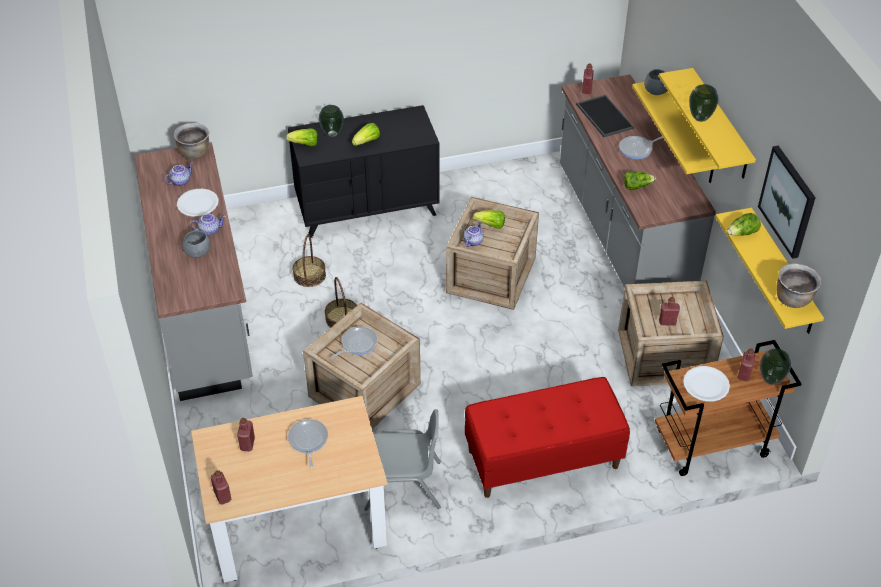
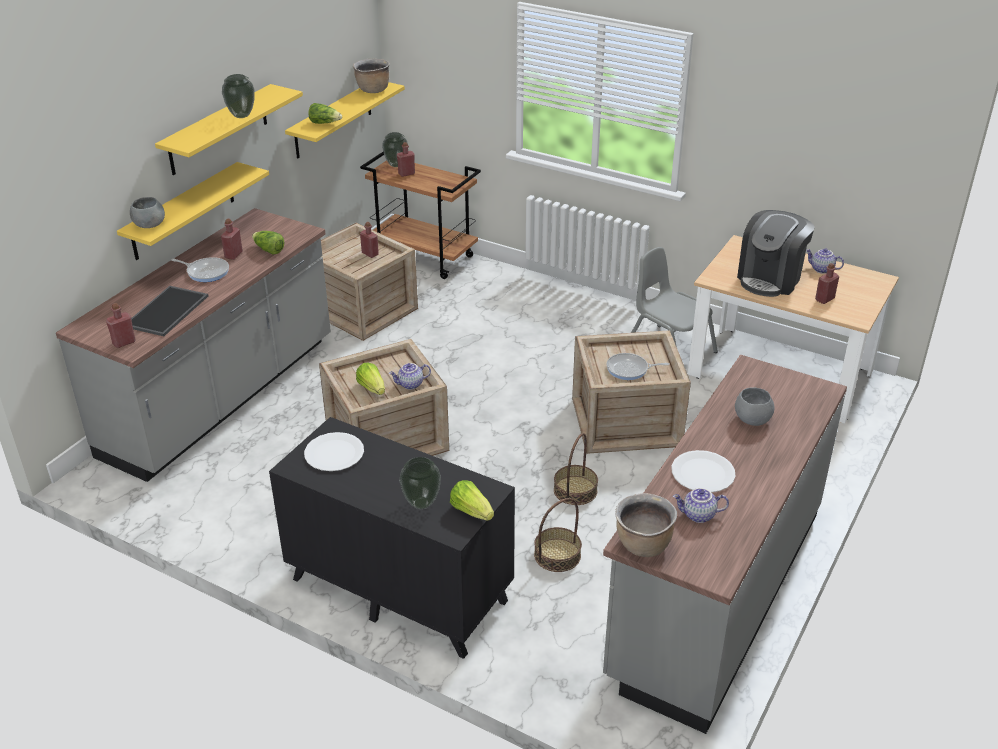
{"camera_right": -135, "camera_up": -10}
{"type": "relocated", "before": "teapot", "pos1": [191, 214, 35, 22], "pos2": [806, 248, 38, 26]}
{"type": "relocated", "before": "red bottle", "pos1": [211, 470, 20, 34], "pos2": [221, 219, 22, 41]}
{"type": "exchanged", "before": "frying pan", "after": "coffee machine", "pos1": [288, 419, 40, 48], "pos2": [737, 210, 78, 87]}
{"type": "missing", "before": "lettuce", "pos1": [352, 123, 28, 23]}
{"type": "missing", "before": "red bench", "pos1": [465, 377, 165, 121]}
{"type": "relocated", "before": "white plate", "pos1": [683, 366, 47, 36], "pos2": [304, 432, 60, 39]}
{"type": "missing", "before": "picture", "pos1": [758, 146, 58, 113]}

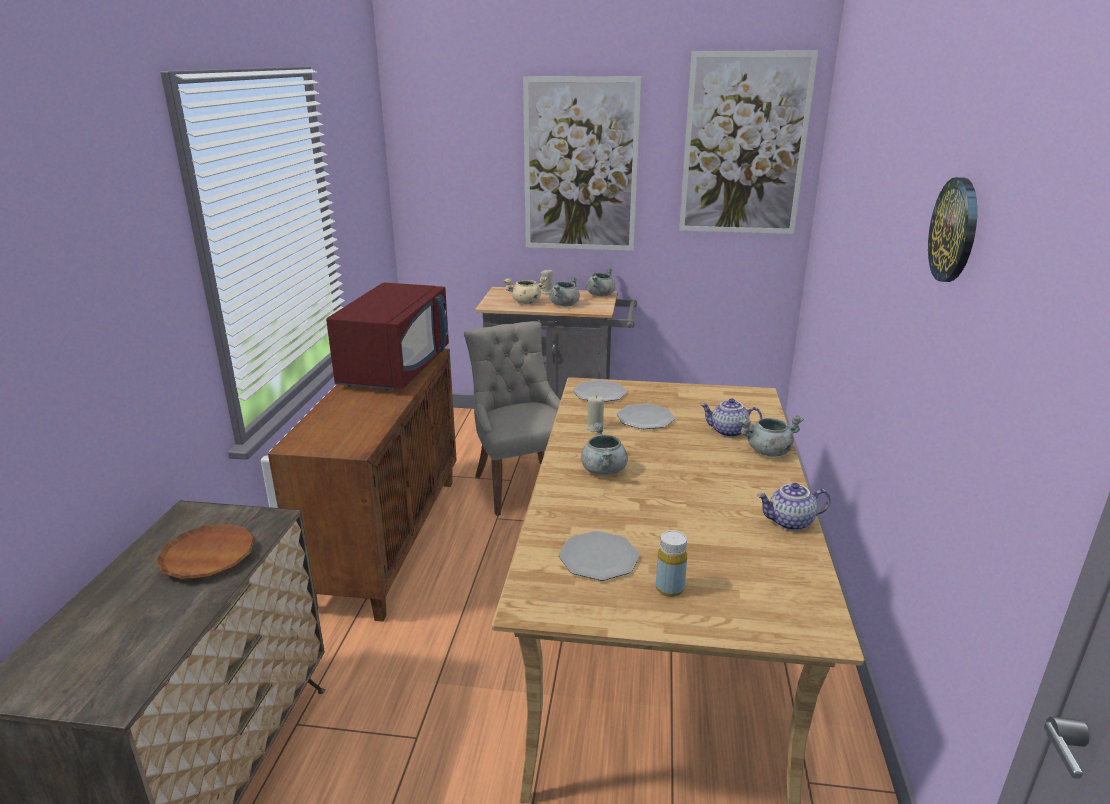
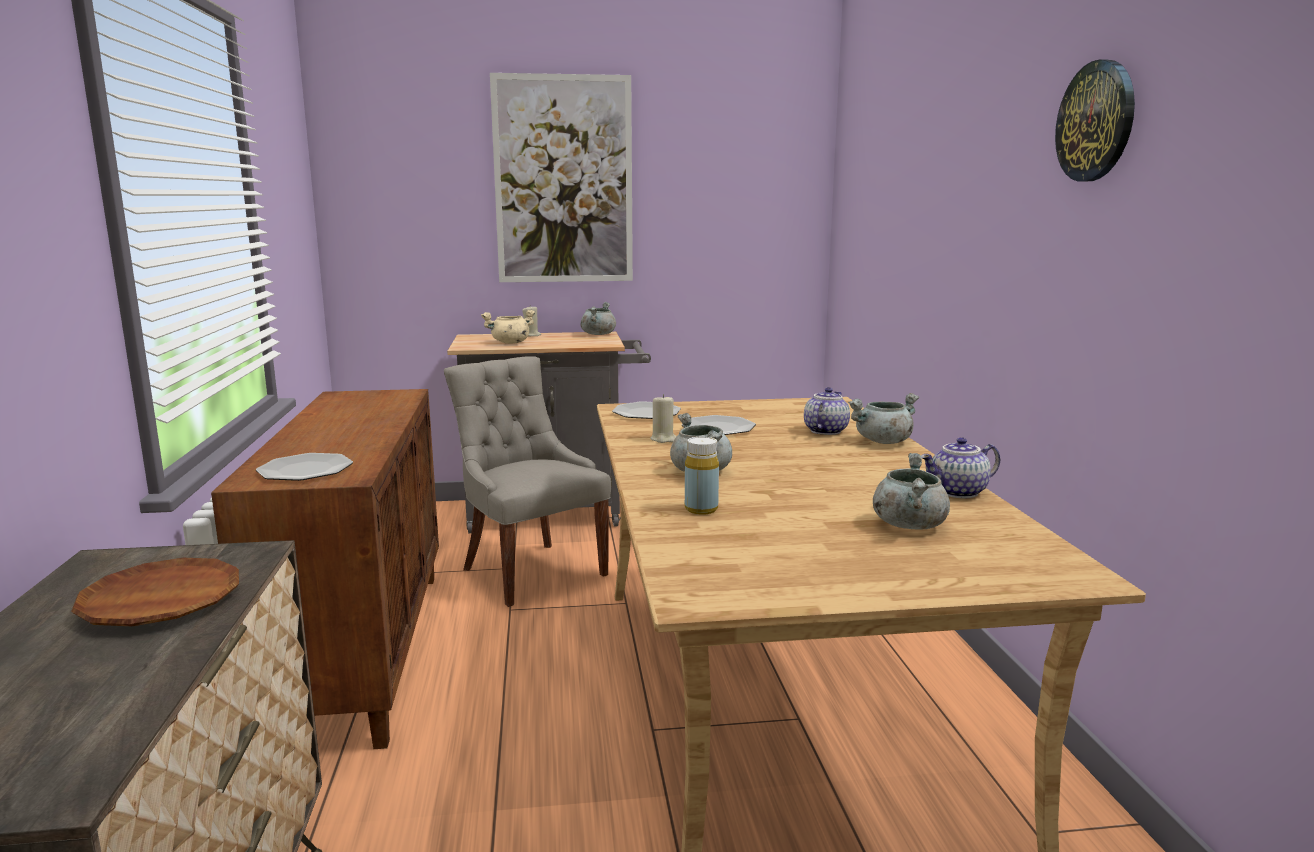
{"camera_right": -15, "camera_up": -10}
{"type": "missing", "before": "red microwave", "pos1": [326, 283, 123, 107]}
{"type": "relocated", "before": "grey cooking pot", "pos1": [549, 276, 31, 30], "pos2": [873, 453, 77, 77]}
{"type": "relocated", "before": "plate", "pos1": [559, 531, 81, 50], "pos2": [256, 453, 97, 28]}
{"type": "relocated", "before": "yellow bottle", "pos1": [656, 530, 31, 67], "pos2": [685, 437, 34, 78]}
{"type": "missing", "before": "picture", "pos1": [679, 51, 139, 183]}
{"type": "spun", "before": "teapot", "pos1": [700, 398, 62, 39], "pos2": [804, 387, 46, 48], "turn": 120}

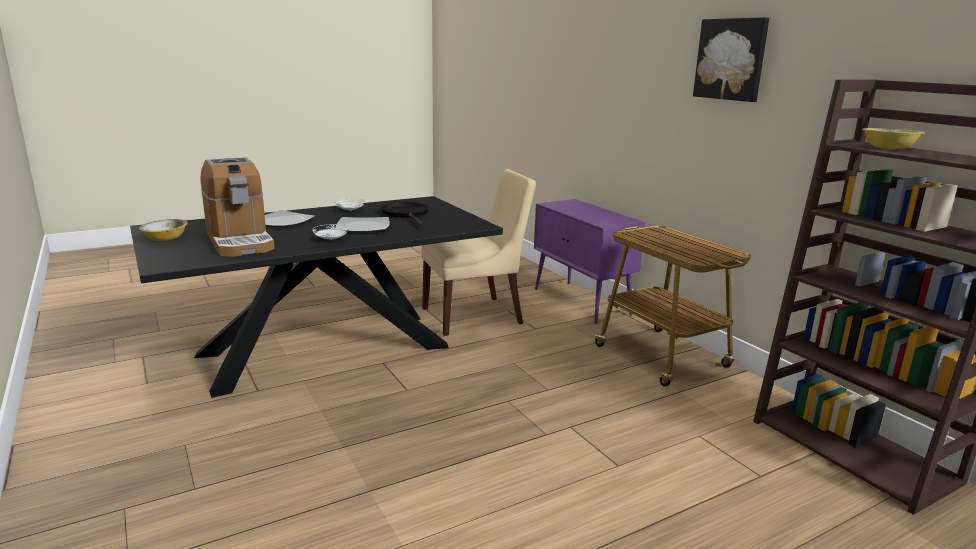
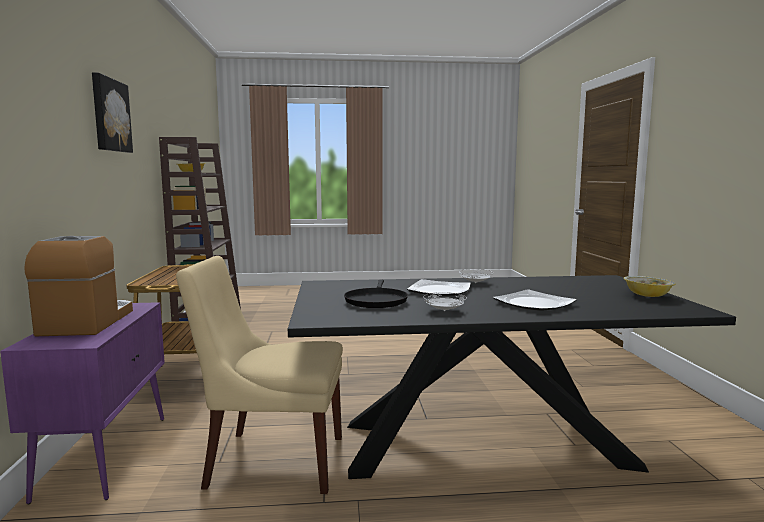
{"camera_right": -155, "camera_up": -10}
{"type": "relocated", "before": "coffee machine", "pos1": [201, 157, 74, 100], "pos2": [24, 236, 109, 100]}

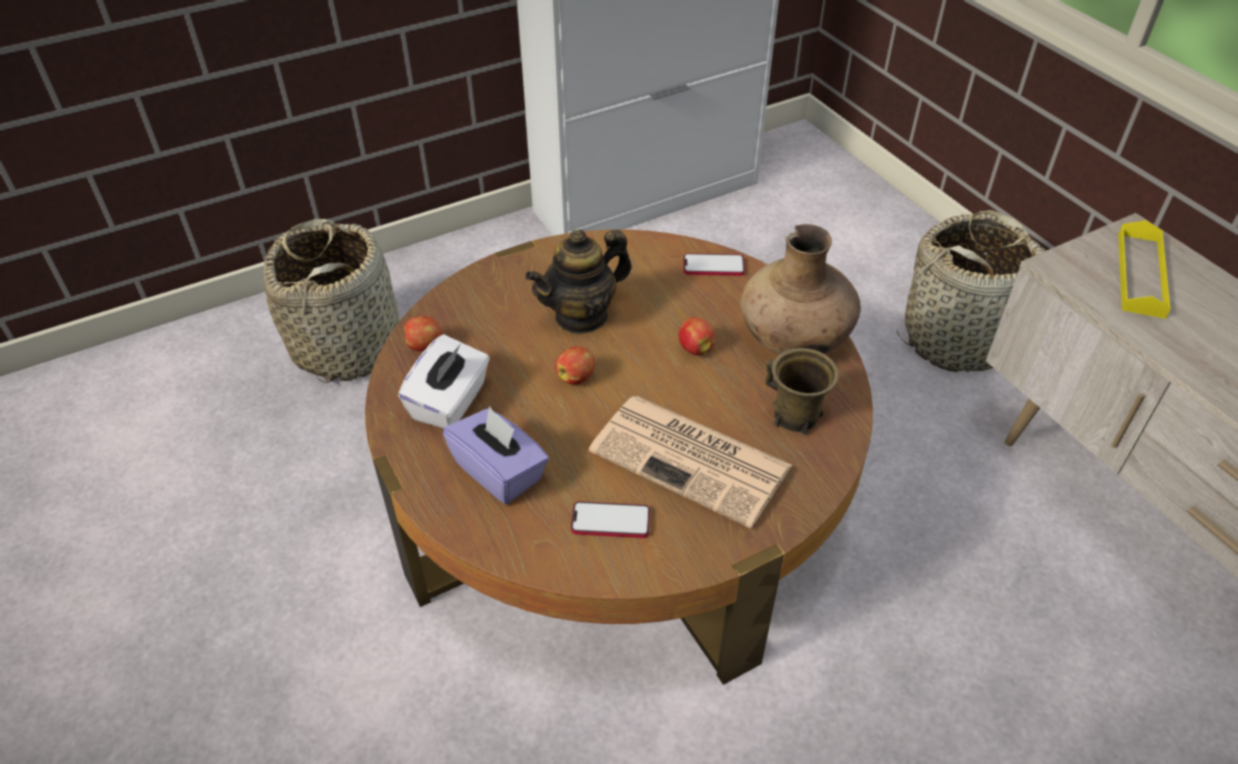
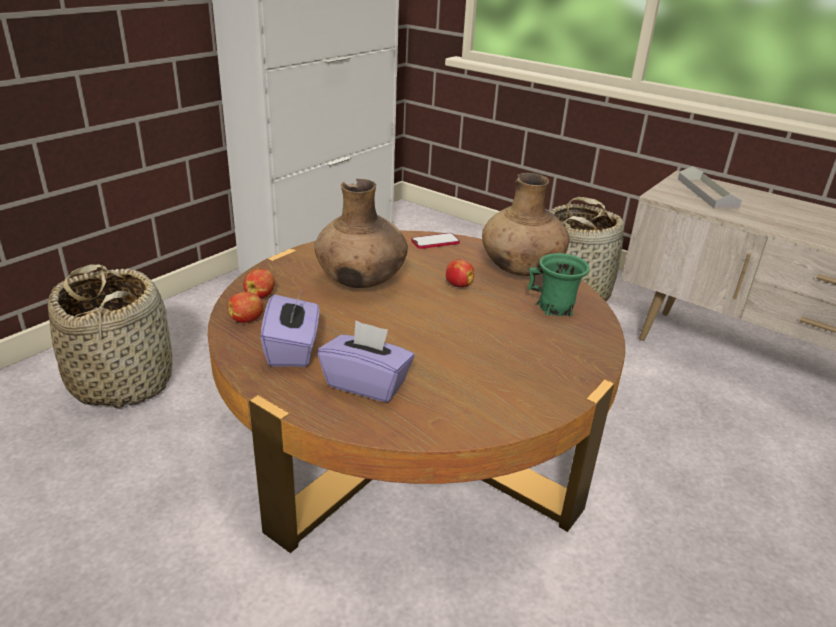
{"camera_right": -25, "camera_up": -15}
{"type": "colour", "before": "white tissue box", "after": "purple tissue box", "pos1": [398, 334, 92, 95], "pos2": [261, 292, 58, 75]}
{"type": "exchanged", "before": "teapot", "after": "brown vase", "pos1": [525, 229, 107, 105], "pos2": [314, 179, 94, 109]}
{"type": "relocated", "before": "apple", "pos1": [555, 346, 40, 39], "pos2": [243, 269, 32, 29]}
{"type": "missing", "before": "phone", "pos1": [571, 501, 79, 37]}
{"type": "missing", "before": "newspaper", "pos1": [589, 396, 203, 132]}
{"type": "colour", "before": "brown mug", "after": "green mug", "pos1": [765, 348, 74, 87], "pos2": [528, 253, 62, 63]}
{"type": "colour", "before": "yellow tray", "after": "grey tray", "pos1": [1118, 220, 53, 99], "pos2": [678, 166, 64, 43]}

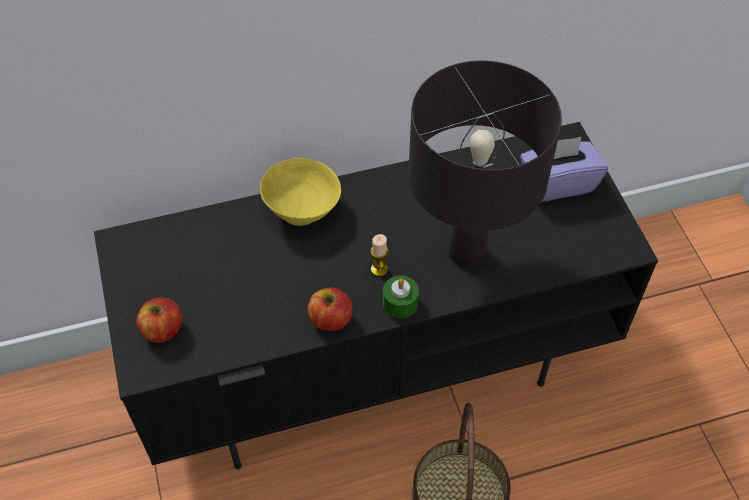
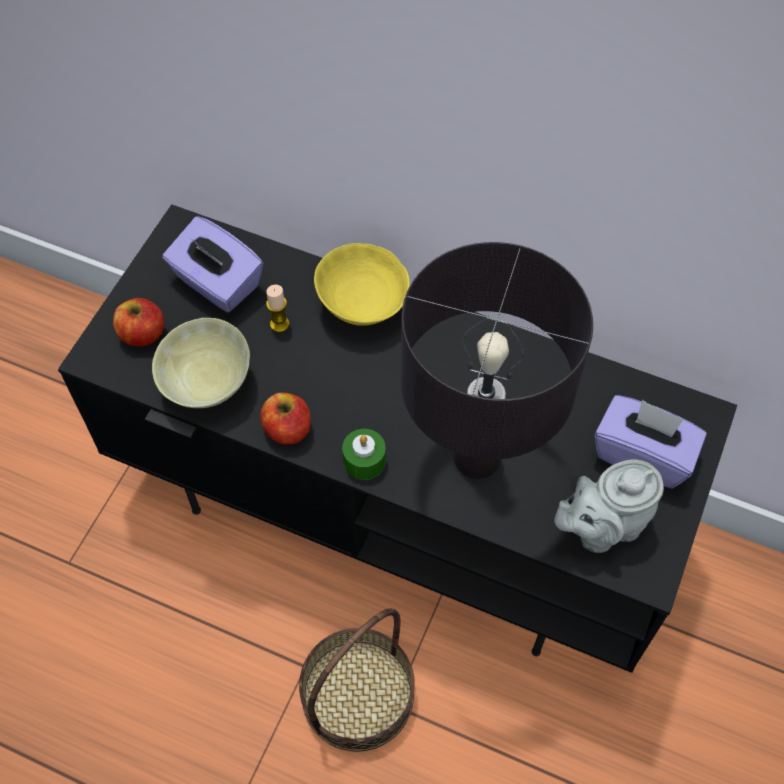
{"camera_right": 40, "camera_up": 5}
{"type": "relocated", "before": "candle", "pos1": [371, 234, 17, 43], "pos2": [266, 285, 24, 48]}
{"type": "appeared", "after": "beige bowl", "pos2": [152, 318, 98, 90]}
{"type": "appeared", "after": "purple tissue box", "pos2": [163, 216, 100, 97]}
{"type": "appeared", "after": "grey teapot", "pos2": [554, 459, 110, 94]}

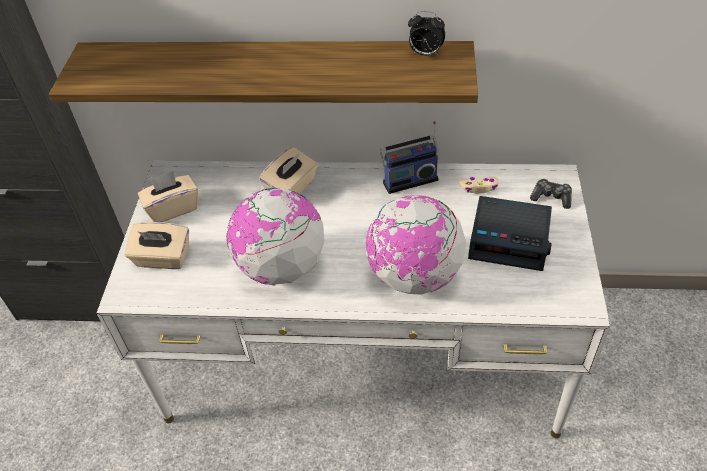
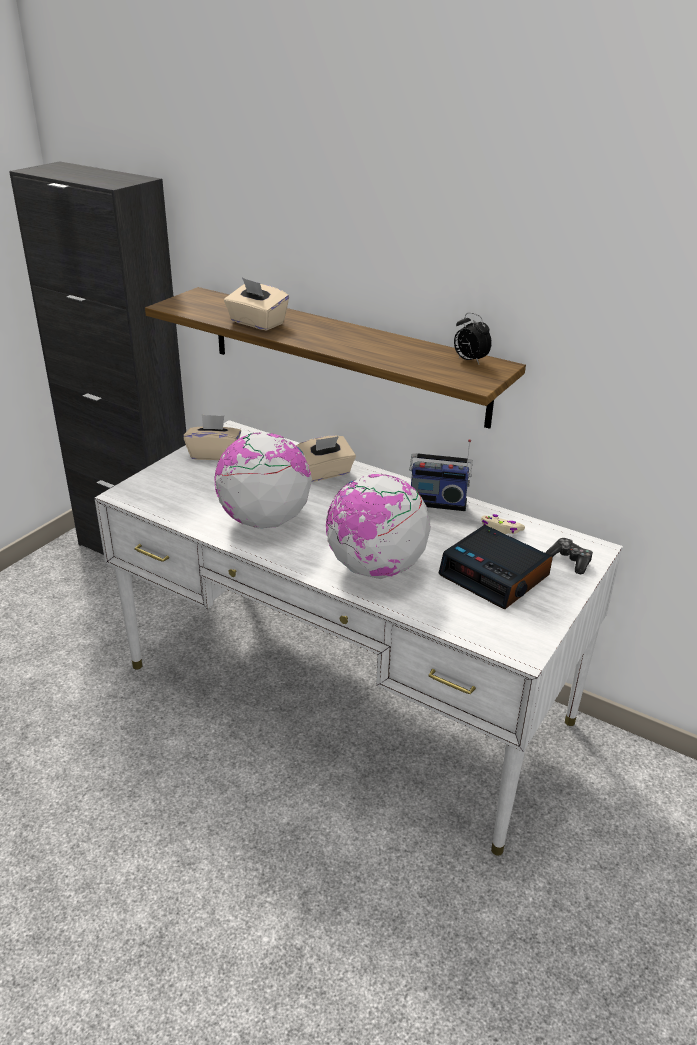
{"camera_right": 25, "camera_up": -15}
{"type": "relocated", "before": "beige tissue box", "pos1": [124, 222, 65, 47], "pos2": [224, 278, 65, 53]}

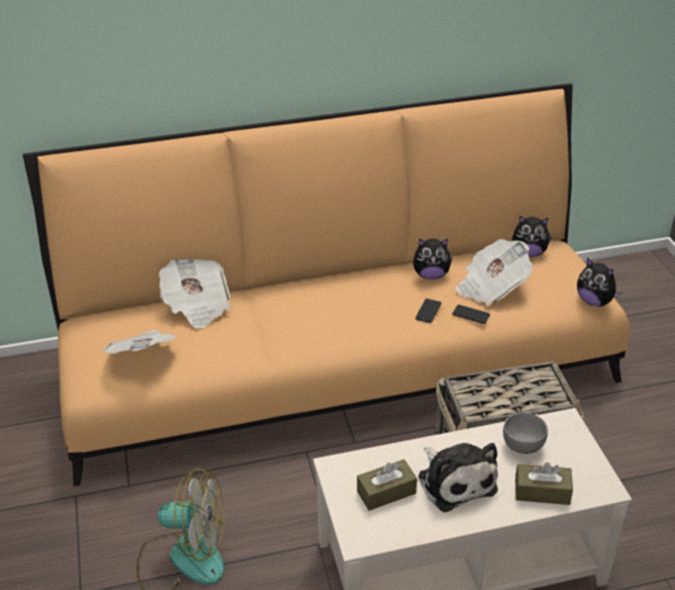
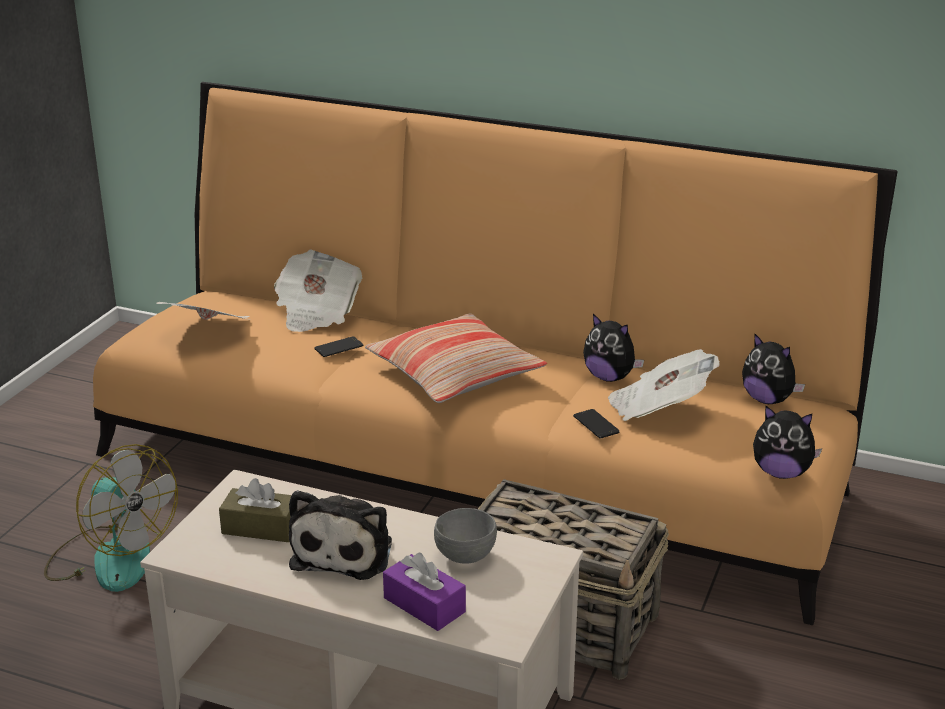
{"camera_right": 35, "camera_up": -10}
{"type": "relocated", "before": "phone", "pos1": [415, 299, 26, 24], "pos2": [314, 336, 50, 21]}
{"type": "colour", "before": "brown tissue box", "after": "purple tissue box", "pos1": [515, 463, 58, 42], "pos2": [383, 553, 83, 78]}
{"type": "spun", "before": "plush toy", "pos1": [577, 257, 46, 49], "pos2": [753, 406, 69, 73], "turn": -60}
{"type": "appeared", "after": "pillow", "pos2": [365, 313, 182, 90]}

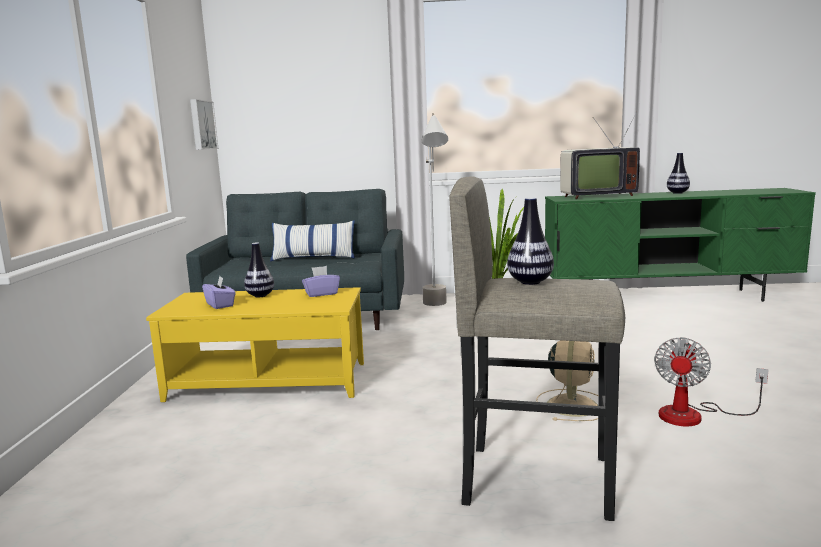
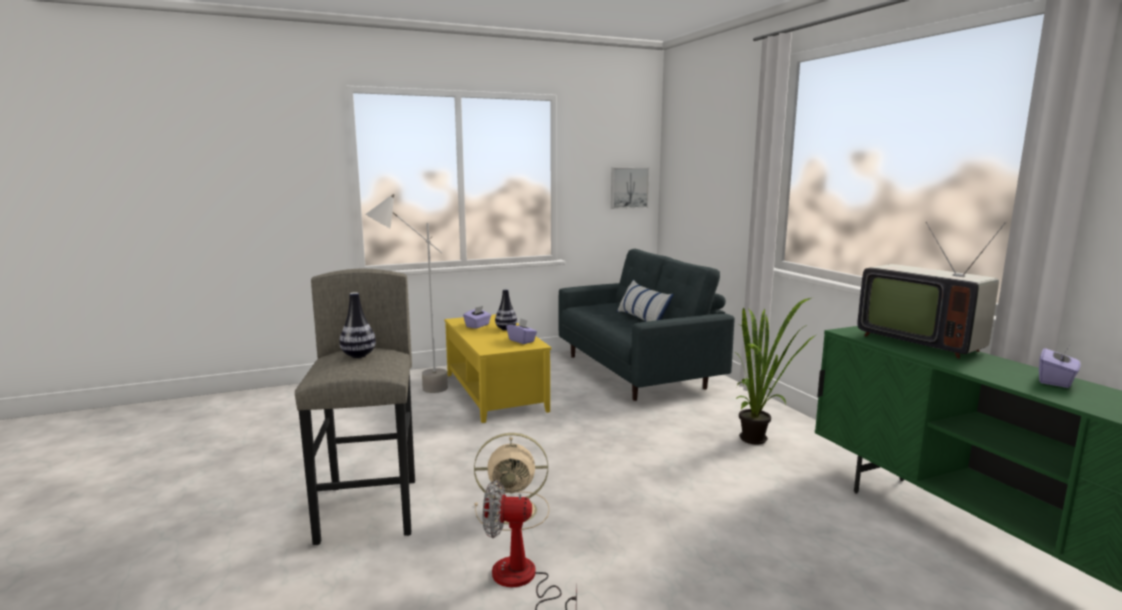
{"camera_right": 65, "camera_up": 0}
{"type": "relocated", "before": "grey floor lamp", "pos1": [421, 113, 28, 193], "pos2": [366, 194, 82, 199]}
{"type": "exchanged", "before": "vase", "after": "purple tissue box", "pos1": [667, 153, 23, 41], "pos2": [1039, 344, 42, 44]}

